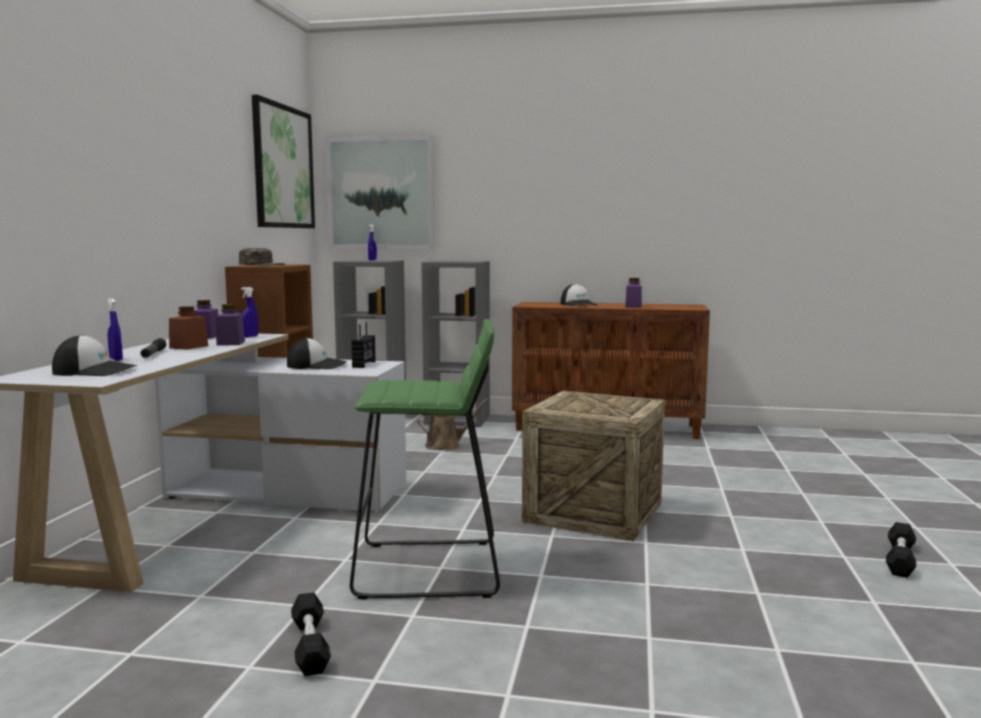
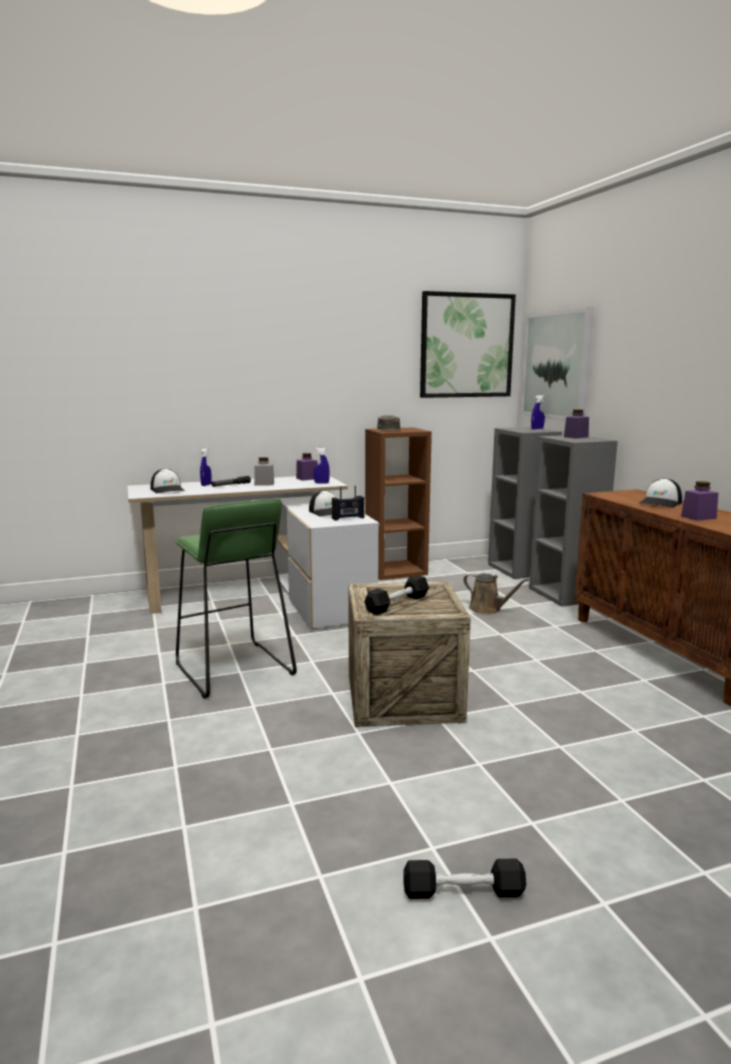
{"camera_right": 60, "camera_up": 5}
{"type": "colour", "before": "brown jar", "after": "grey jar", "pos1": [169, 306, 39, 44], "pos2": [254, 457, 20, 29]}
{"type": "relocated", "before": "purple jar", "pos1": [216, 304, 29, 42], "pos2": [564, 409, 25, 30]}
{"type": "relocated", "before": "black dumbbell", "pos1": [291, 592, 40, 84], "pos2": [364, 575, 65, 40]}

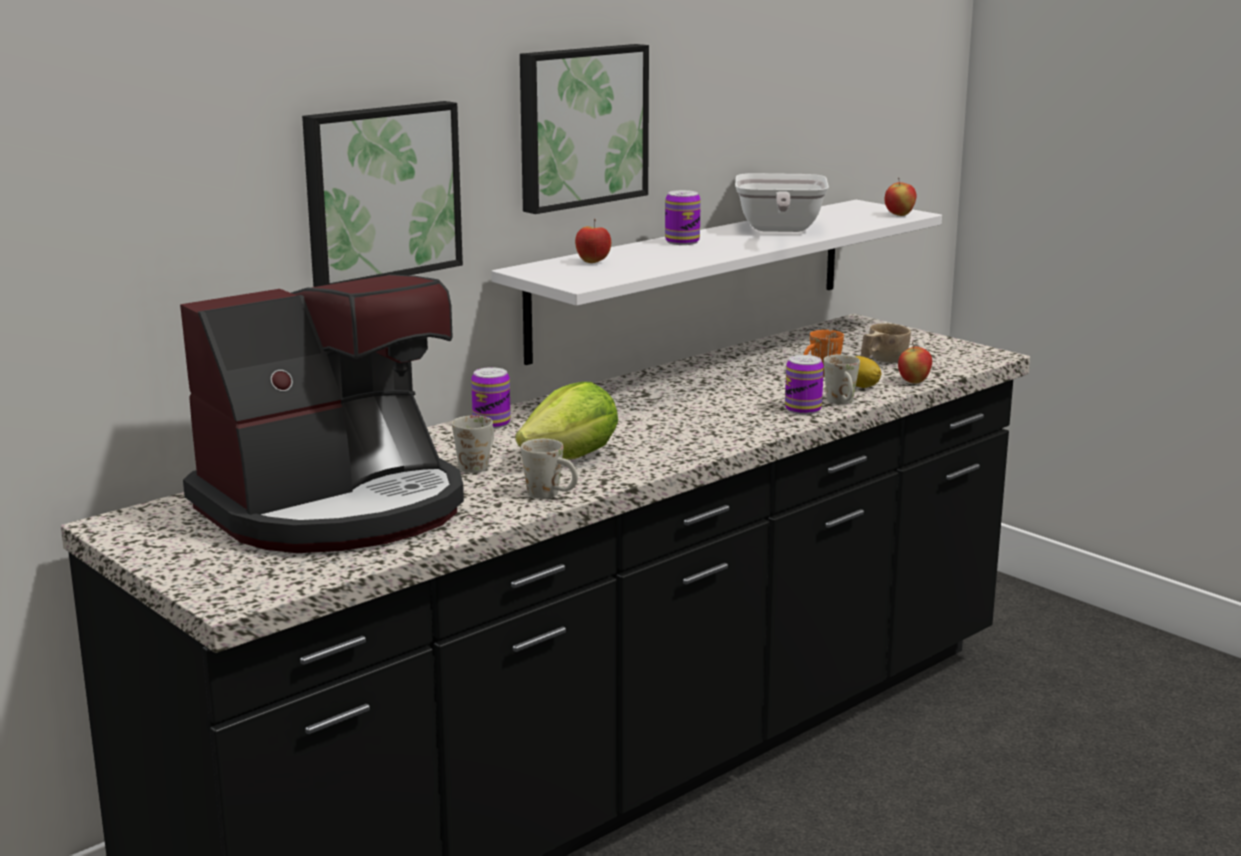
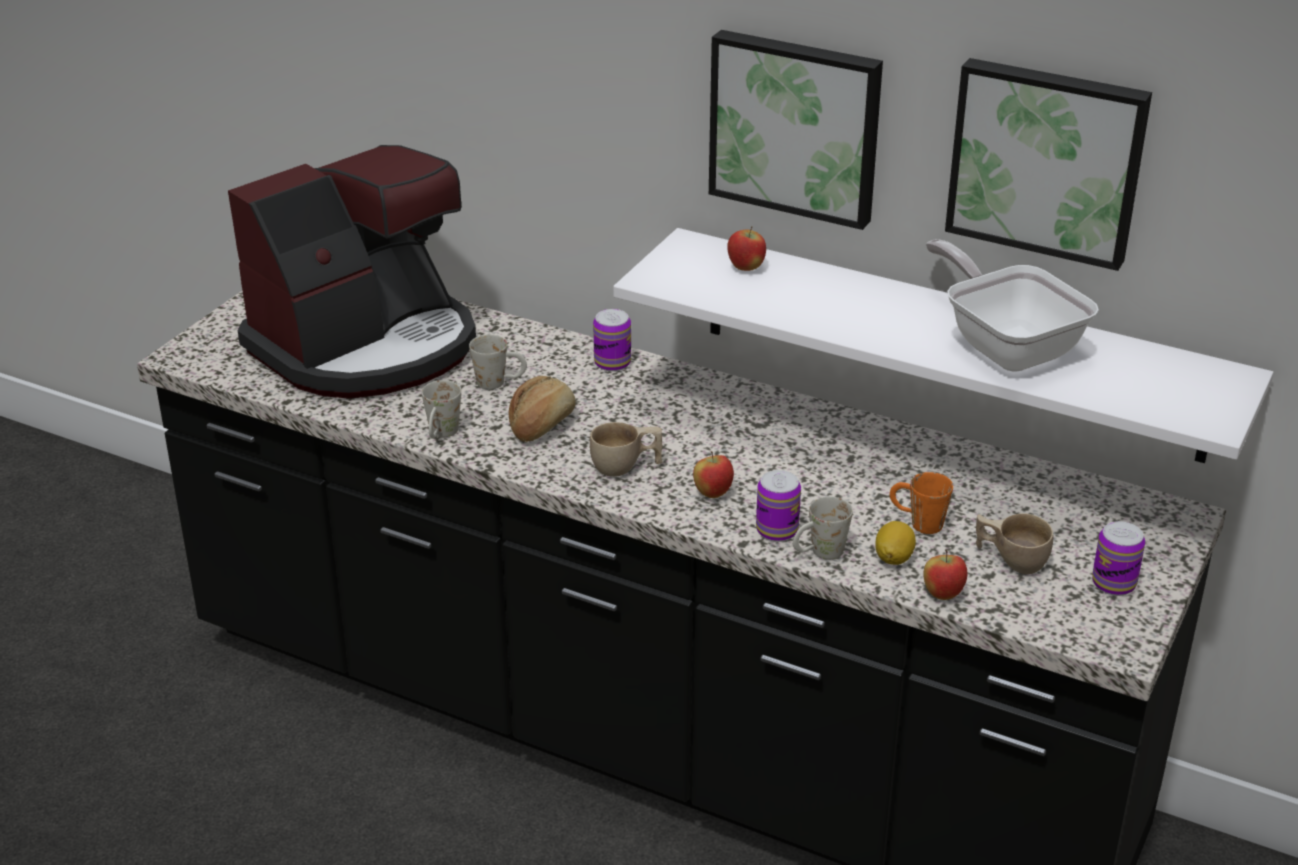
{"camera_right": 70, "camera_up": 15}
{"type": "spun", "before": "coffee machine", "pos1": [180, 274, 284, 279], "pos2": [228, 145, 248, 254], "turn": -75}
{"type": "relocated", "before": "picture", "pos1": [302, 101, 161, 186], "pos2": [945, 58, 207, 213]}
{"type": "exchanged", "before": "lettuce", "after": "bread", "pos1": [515, 382, 103, 77], "pos2": [509, 376, 67, 66]}
{"type": "relocated", "before": "can", "pos1": [665, 190, 36, 55], "pos2": [1092, 521, 53, 75]}
{"type": "spun", "before": "frying pan", "pos1": [735, 173, 94, 59], "pos2": [926, 239, 173, 132], "turn": 75}
{"type": "relocated", "before": "apple", "pos1": [885, 178, 31, 38], "pos2": [693, 451, 41, 47]}
{"type": "appeared", "after": "beige cup", "pos2": [590, 422, 73, 55]}

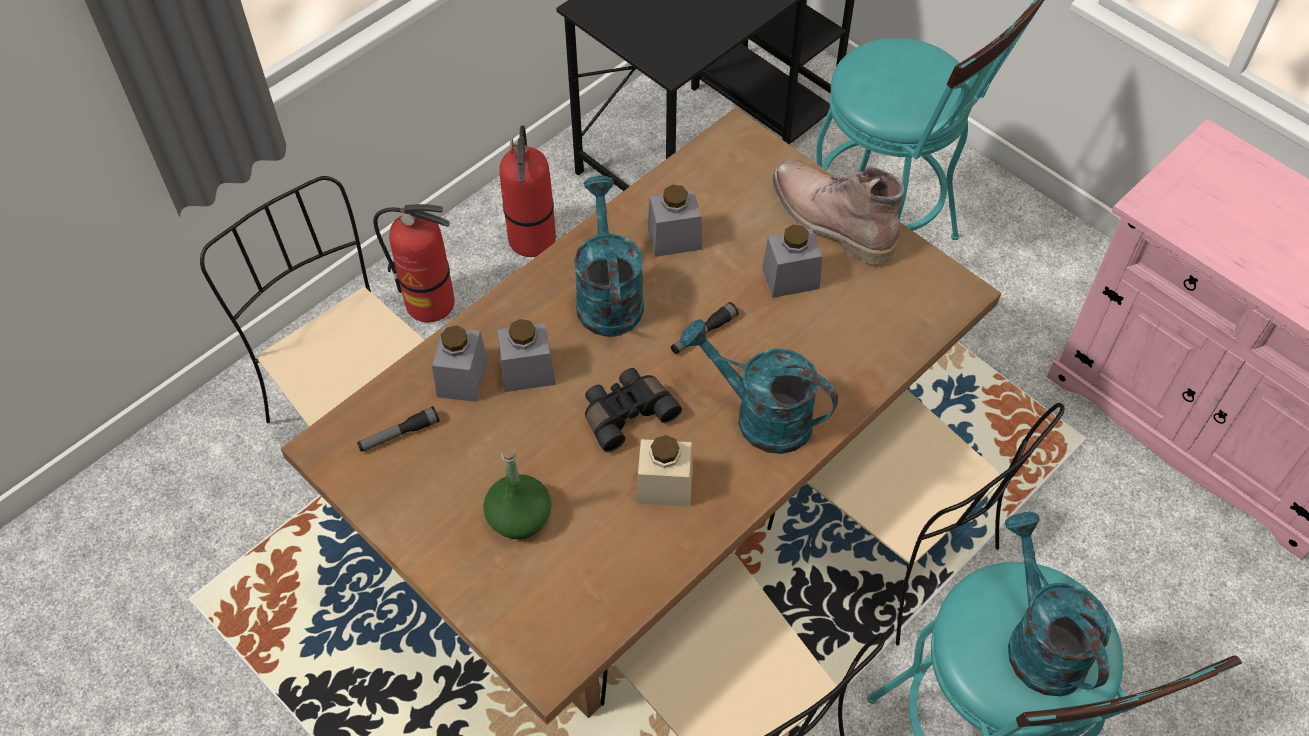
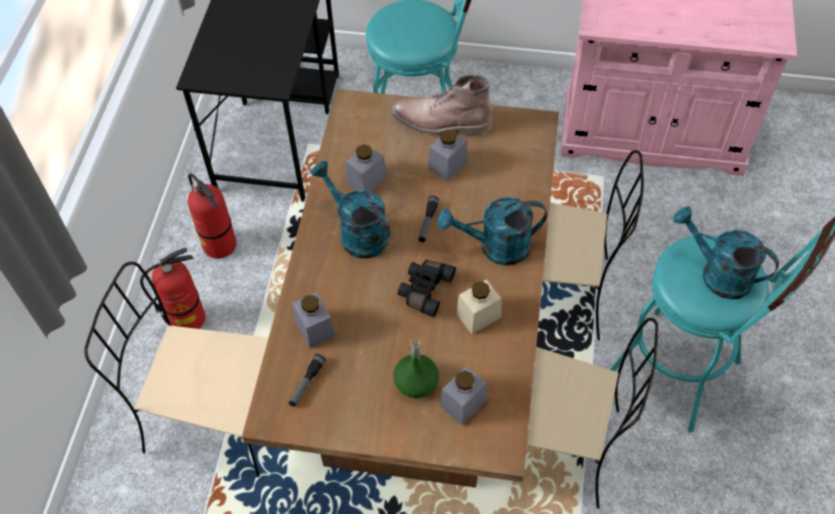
{"camera_right": -35, "camera_up": 0}
{"type": "relocated", "before": "grey jar", "pos1": [497, 319, 59, 73], "pos2": [440, 366, 47, 59]}

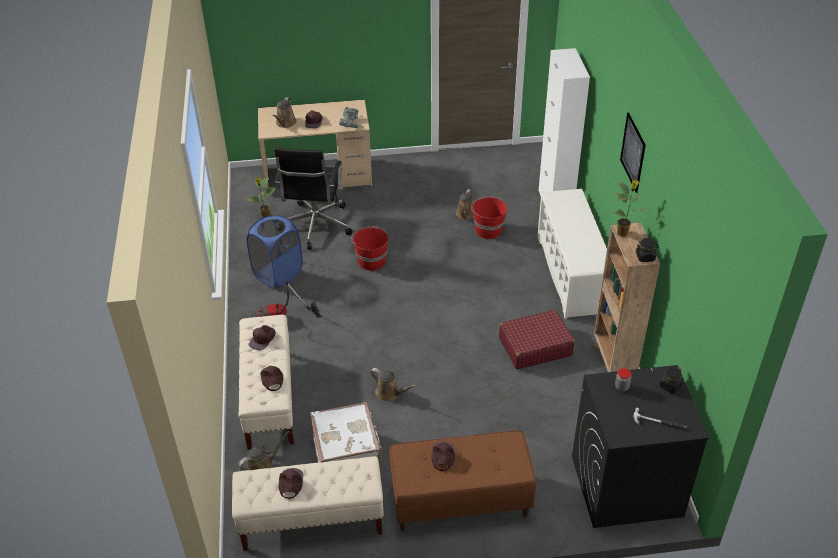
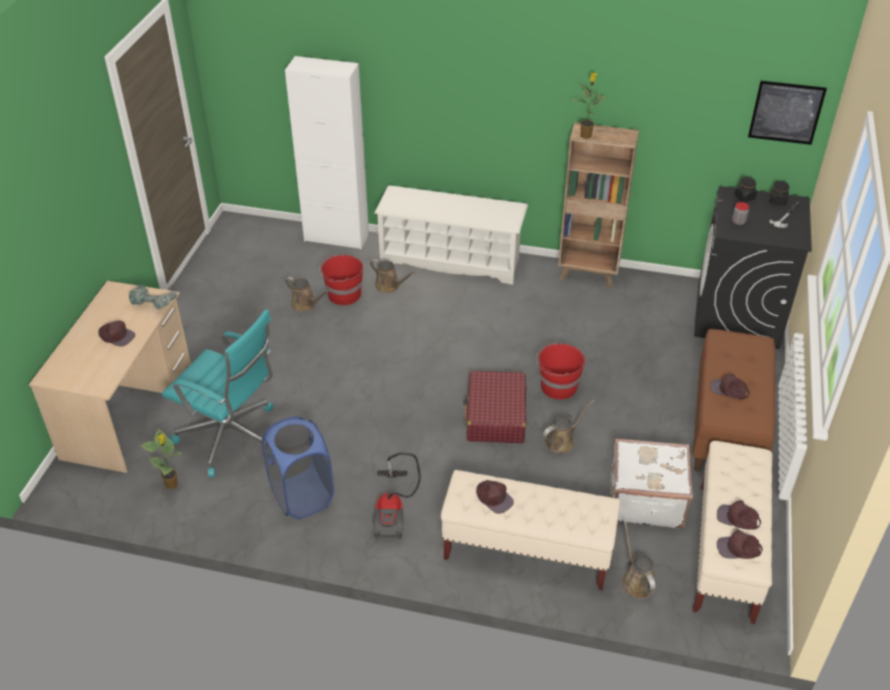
{"camera_right": -70, "camera_up": 0}
{"type": "relocated", "before": "brown cap", "pos1": [260, 366, 23, 25], "pos2": [717, 530, 46, 29]}
{"type": "relocated", "before": "brown watering can", "pos1": [272, 97, 24, 31], "pos2": [370, 259, 45, 34]}
{"type": "colour", "before": "black office chair", "after": "turquoise office chair", "pos1": [275, 147, 77, 103], "pos2": [162, 309, 112, 169]}
{"type": "relocated", "before": "red bucket", "pos1": [351, 227, 38, 44], "pos2": [536, 342, 49, 58]}
{"type": "relocated", "before": "red suitcase", "pos1": [499, 310, 76, 59], "pos2": [464, 371, 62, 72]}
{"type": "relocated", "before": "picture", "pos1": [620, 112, 26, 81], "pos2": [748, 81, 79, 64]}
{"type": "relocated", "before": "black jar", "pos1": [635, 238, 24, 24], "pos2": [769, 181, 20, 25]}

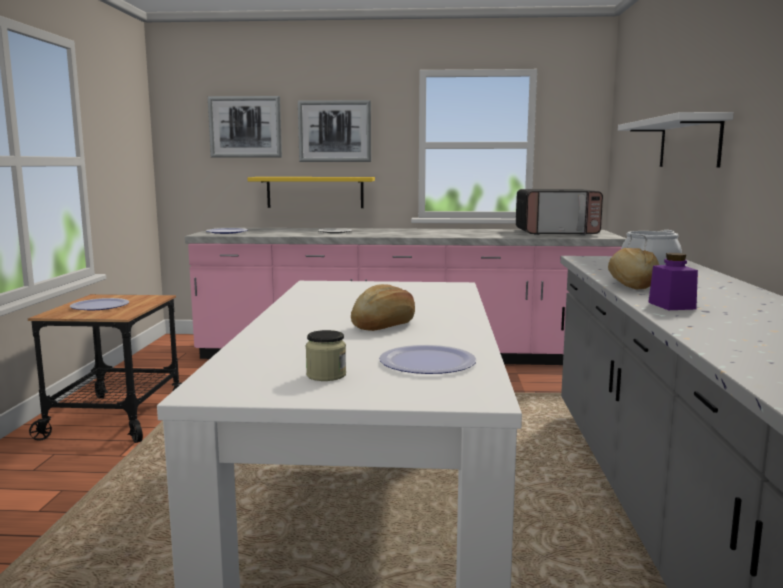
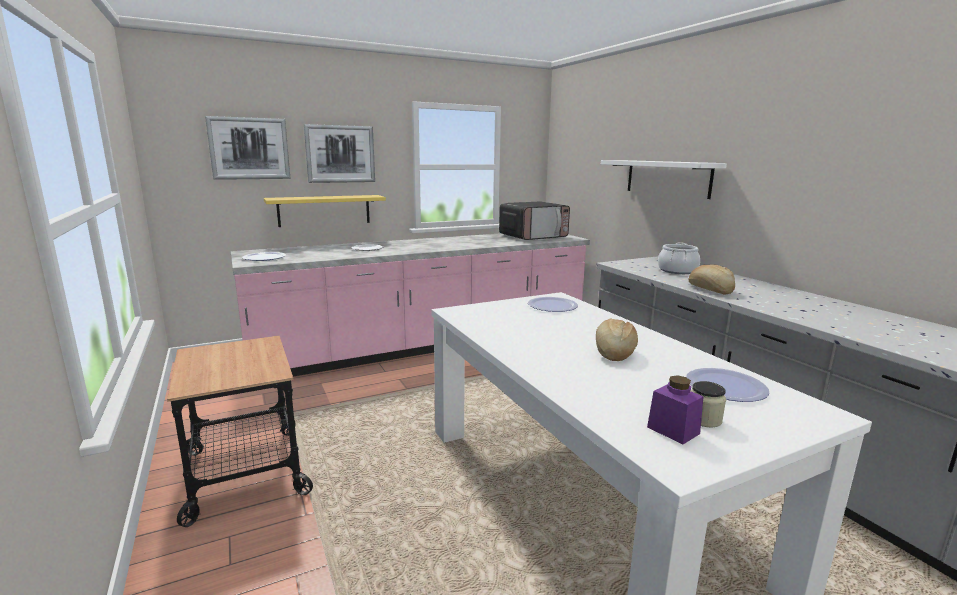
{"camera_right": -30, "camera_up": 5}
{"type": "relocated", "before": "plate", "pos1": [70, 298, 59, 12], "pos2": [528, 297, 50, 15]}
{"type": "relocated", "before": "purple jar", "pos1": [648, 253, 50, 57], "pos2": [647, 375, 57, 69]}

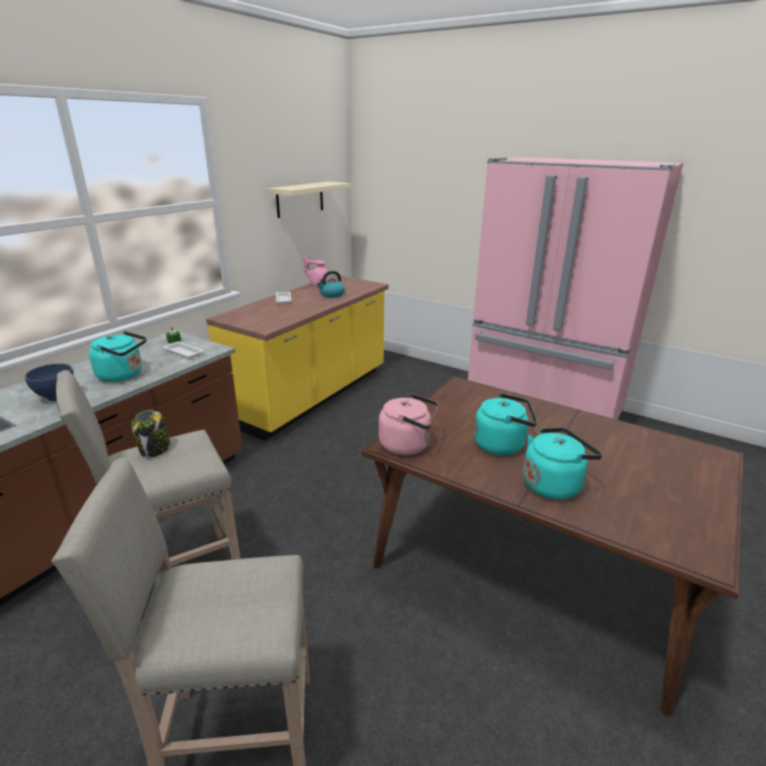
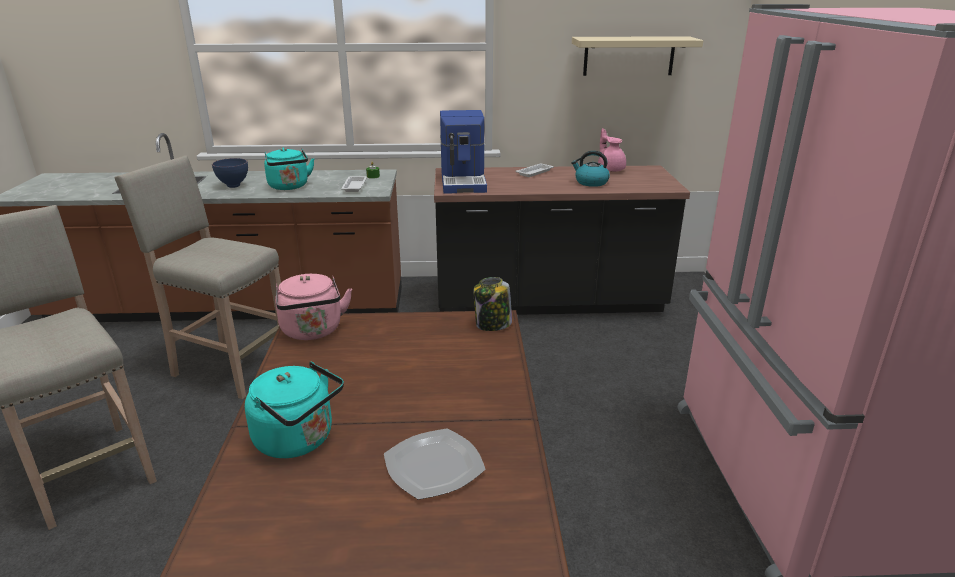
{"camera_right": 55, "camera_up": 0}
{"type": "relocated", "before": "jar", "pos1": [131, 410, 40, 48], "pos2": [473, 277, 39, 54]}
{"type": "colour", "before": "yellow counter", "after": "black counter", "pos1": [206, 275, 183, 166], "pos2": [434, 165, 256, 150]}
{"type": "missing", "before": "turquoise kettle", "pos1": [474, 393, 63, 62]}
{"type": "appeared", "after": "plate", "pos2": [384, 428, 102, 72]}
{"type": "appeared", "after": "coffee machine", "pos2": [440, 110, 47, 84]}

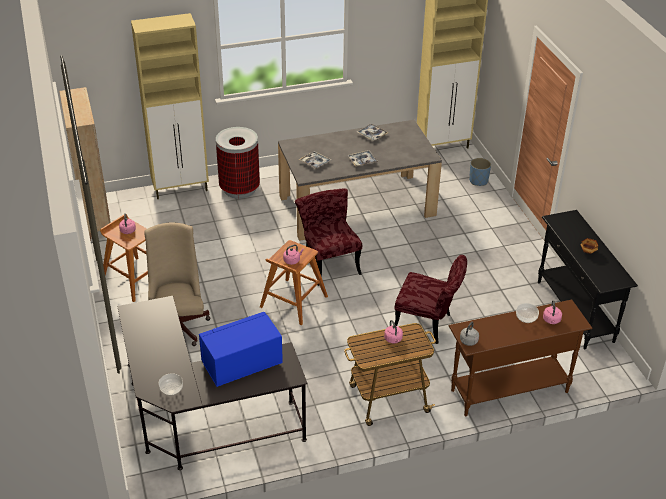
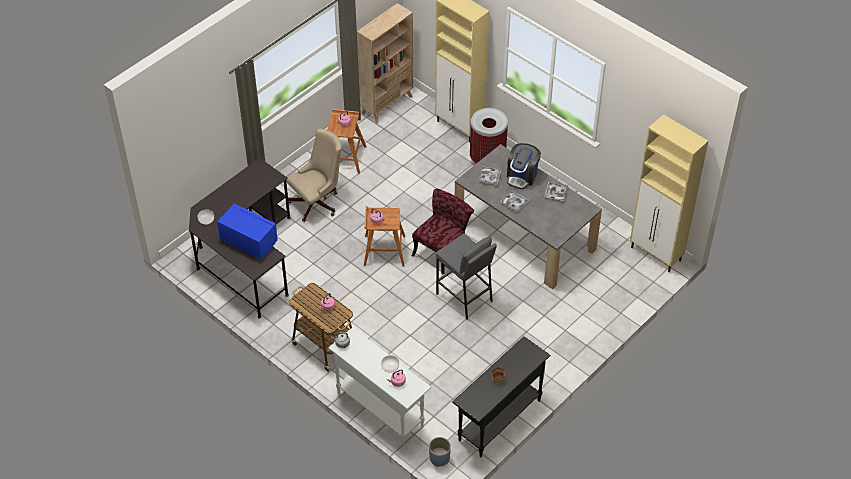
{"camera_right": 60, "camera_up": 10}
{"type": "missing", "before": "red chair", "pos1": [394, 255, 73, 89]}
{"type": "colour", "before": "brown console table", "after": "white console table", "pos1": [449, 300, 143, 116], "pos2": [328, 327, 103, 118]}
{"type": "relocated", "before": "blue planter", "pos1": [469, 158, 22, 28], "pos2": [429, 437, 22, 30]}
{"type": "appeared", "after": "grey stool", "pos2": [436, 234, 61, 86]}
{"type": "appeared", "after": "coffee machine", "pos2": [507, 143, 34, 46]}

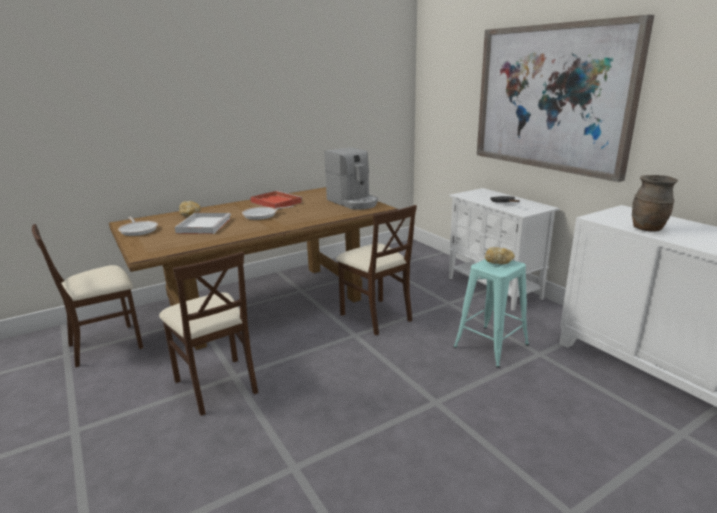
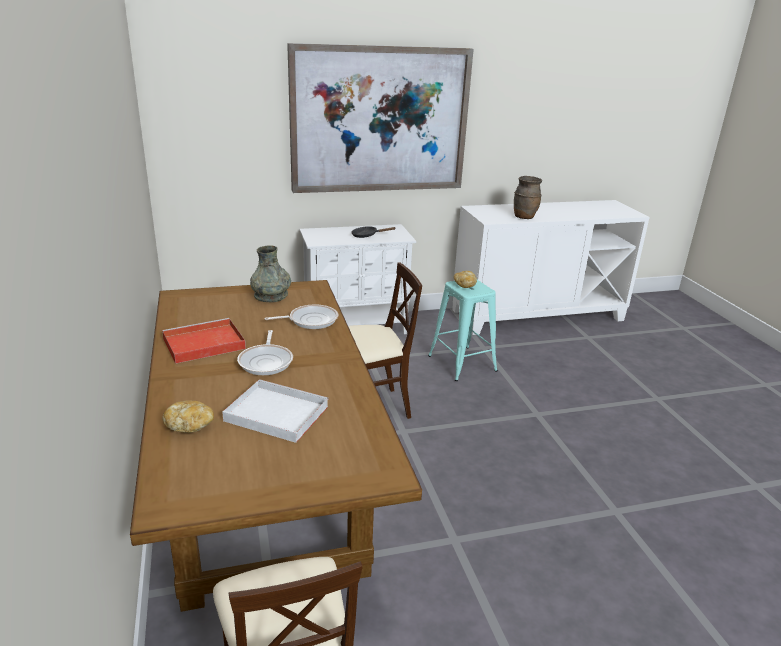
{"camera_right": -75, "camera_up": 5}
{"type": "relocated", "before": "frying pan", "pos1": [118, 217, 40, 19], "pos2": [265, 304, 73, 25]}
{"type": "missing", "before": "beige chair", "pos1": [159, 251, 99, 165]}
{"type": "exchanged", "before": "coffee machine", "after": "grey vase", "pos1": [324, 147, 54, 62], "pos2": [250, 245, 41, 58]}

